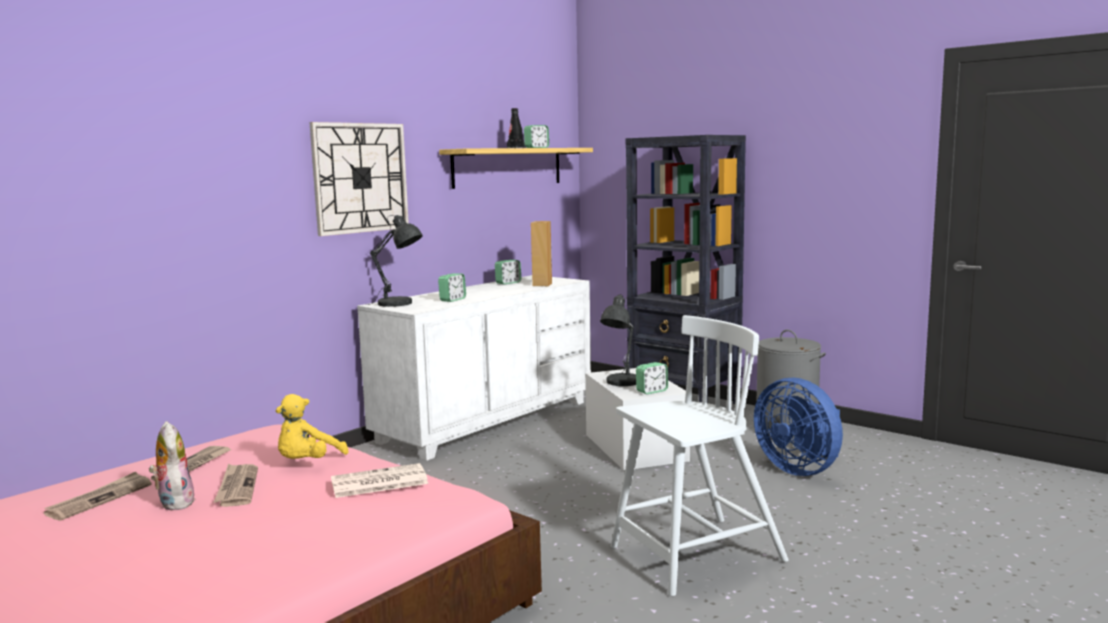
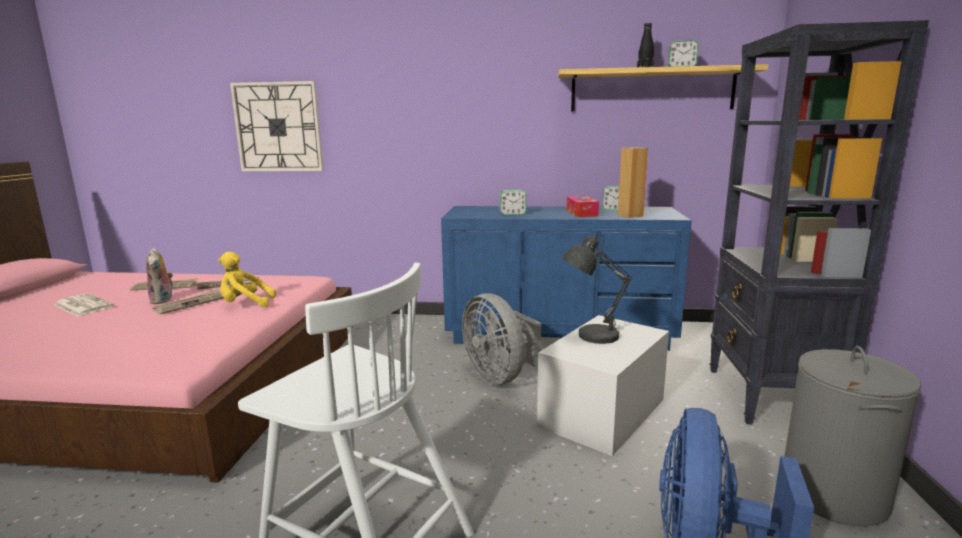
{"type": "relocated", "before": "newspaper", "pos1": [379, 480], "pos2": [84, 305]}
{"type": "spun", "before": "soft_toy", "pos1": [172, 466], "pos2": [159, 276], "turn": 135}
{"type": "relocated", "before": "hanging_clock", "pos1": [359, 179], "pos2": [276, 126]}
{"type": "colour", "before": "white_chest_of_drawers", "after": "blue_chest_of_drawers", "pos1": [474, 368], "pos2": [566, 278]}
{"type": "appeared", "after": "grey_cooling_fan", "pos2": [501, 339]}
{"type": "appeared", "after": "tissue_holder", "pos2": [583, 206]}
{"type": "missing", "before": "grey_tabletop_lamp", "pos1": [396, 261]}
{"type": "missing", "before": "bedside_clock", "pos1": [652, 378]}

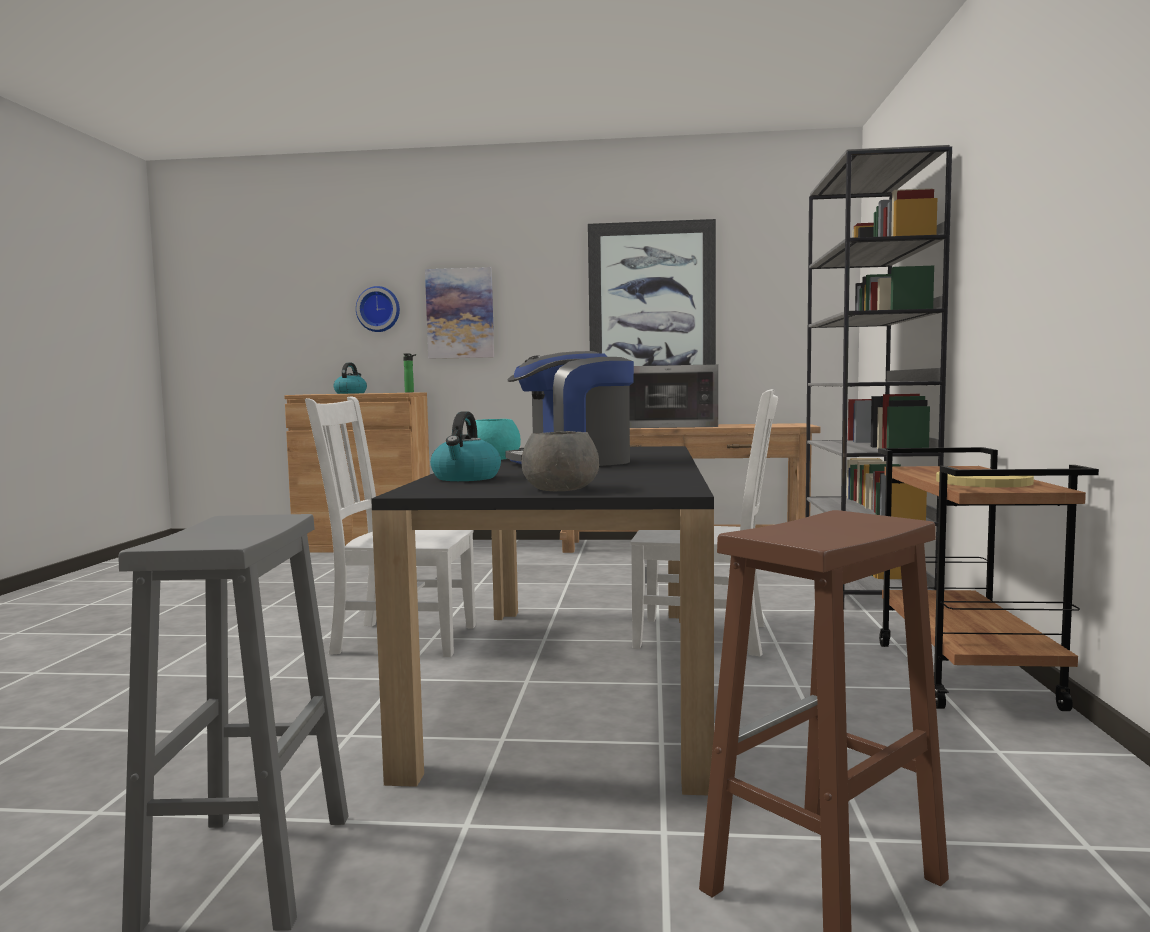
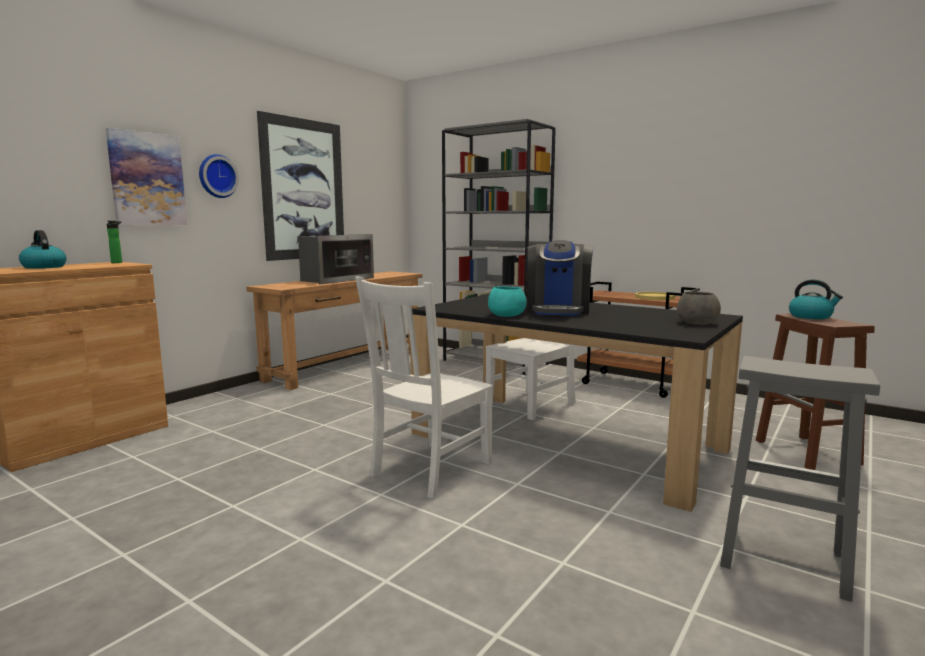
{"type": "relocated", "before": "hanging_clock", "pos1": [378, 309], "pos2": [219, 176]}
{"type": "relocated", "before": "tea_kettle", "pos1": [465, 446], "pos2": [816, 299]}

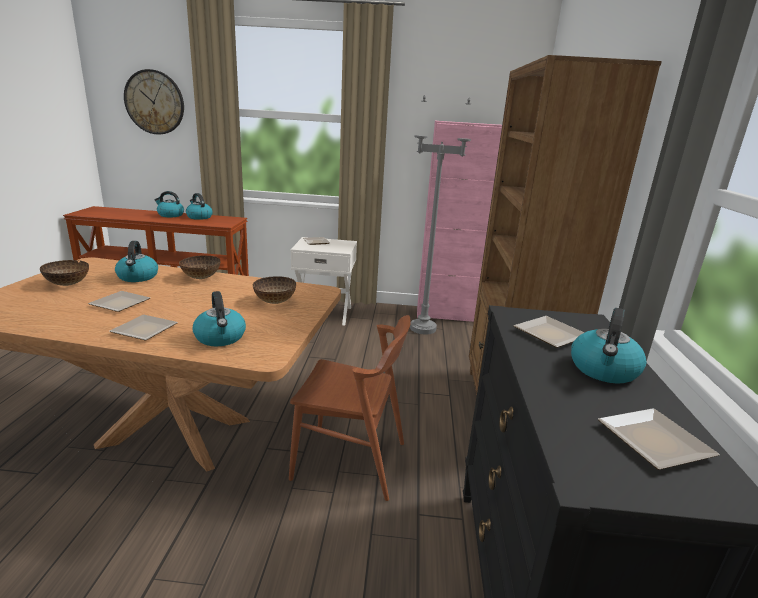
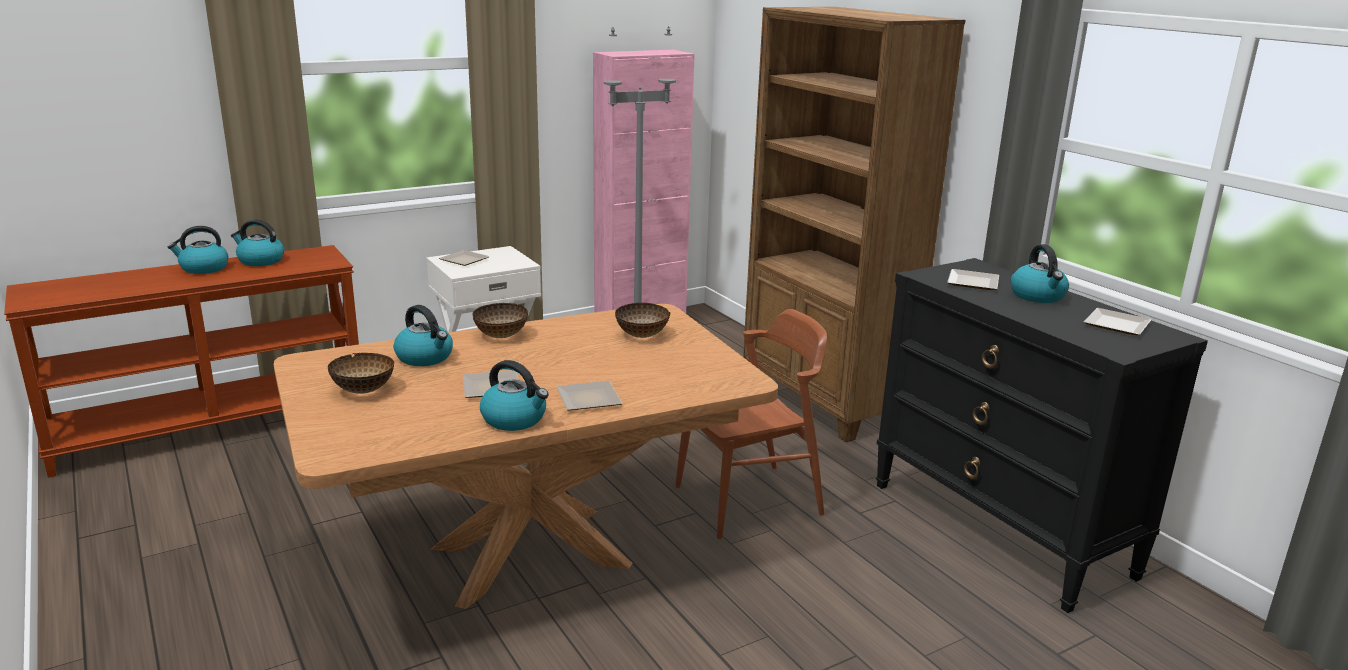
{"type": "relocated", "before": "tea_kettle", "pos1": [219, 318], "pos2": [514, 395]}
{"type": "missing", "before": "hanging_clock", "pos1": [154, 101]}

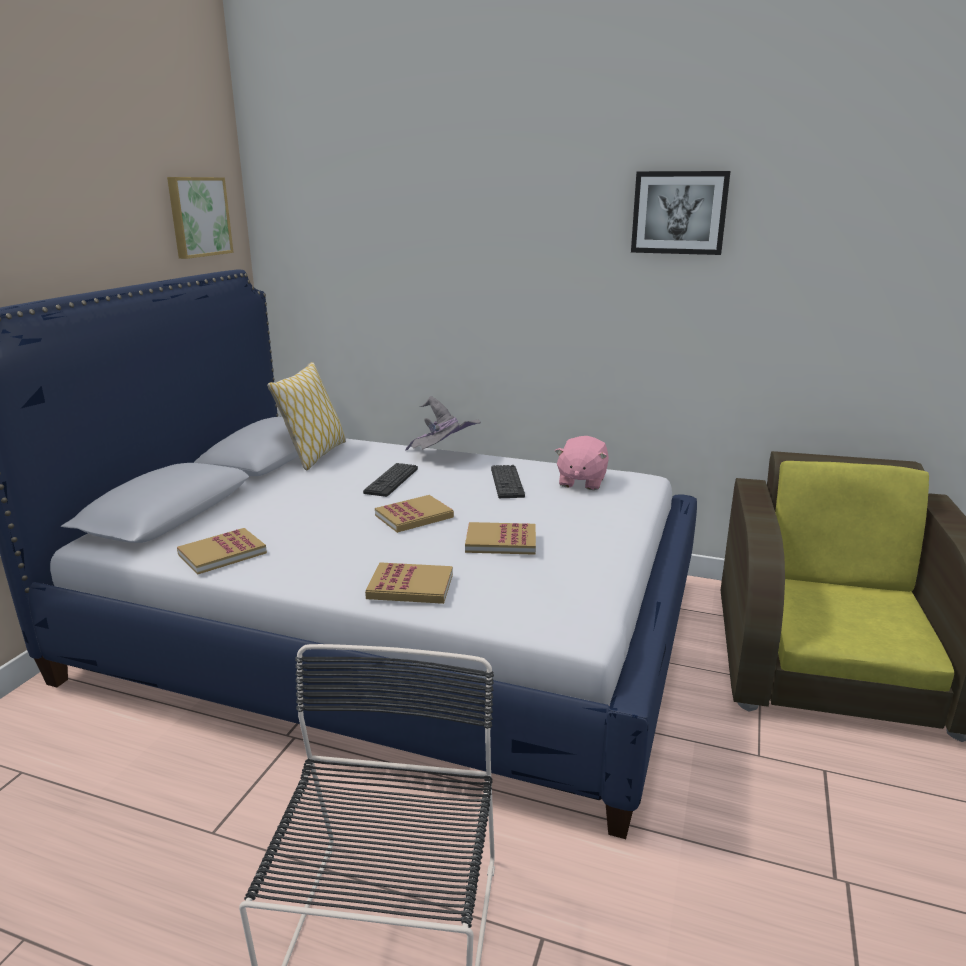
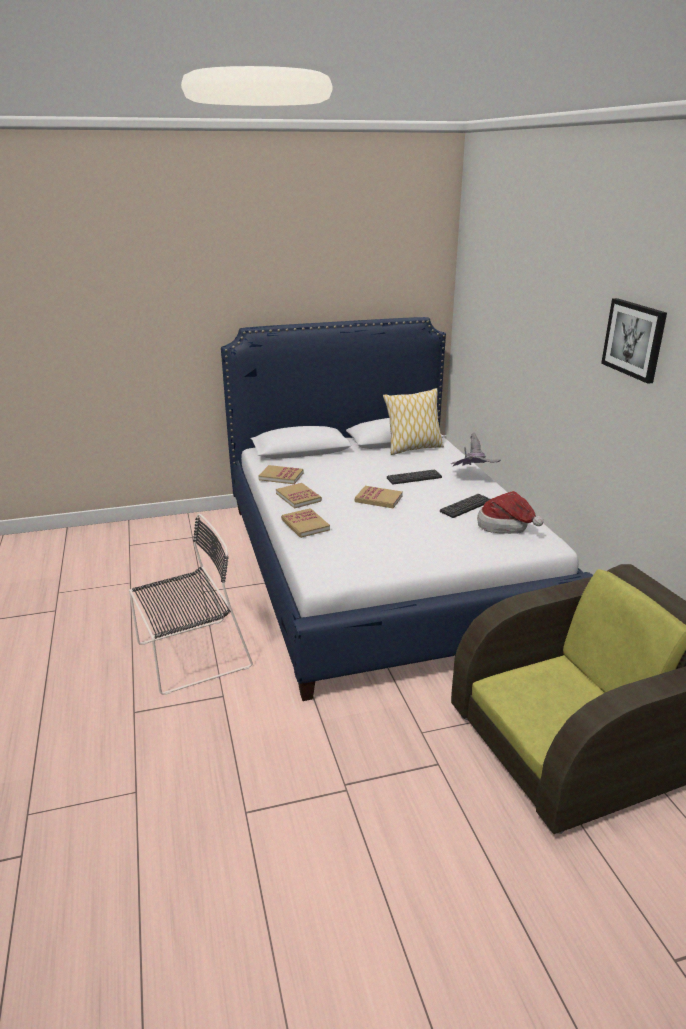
{"type": "relocated", "before": "volume", "pos1": [500, 538], "pos2": [299, 495]}
{"type": "exchanged", "before": "pink-coloured_soft_toy", "after": "wearable_hat", "pos1": [582, 463], "pos2": [510, 512]}
{"type": "missing", "before": "wall_art", "pos1": [200, 218]}

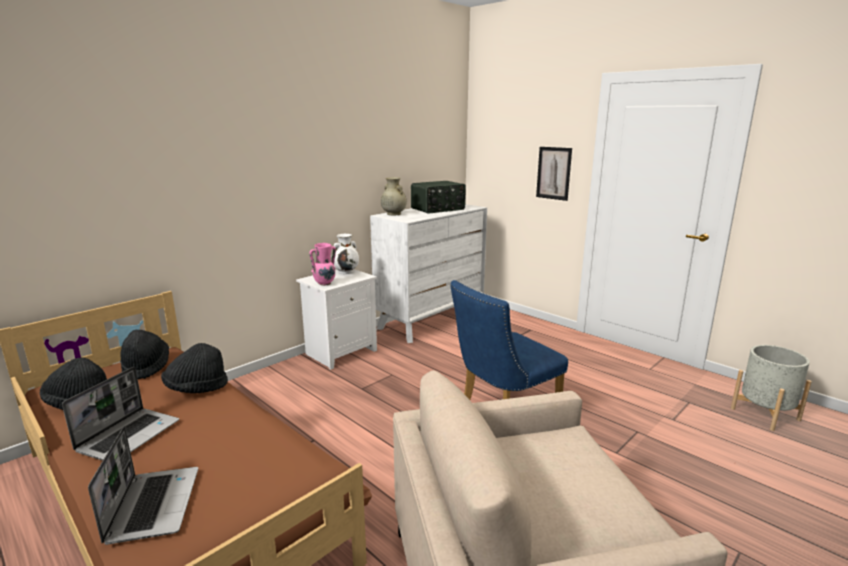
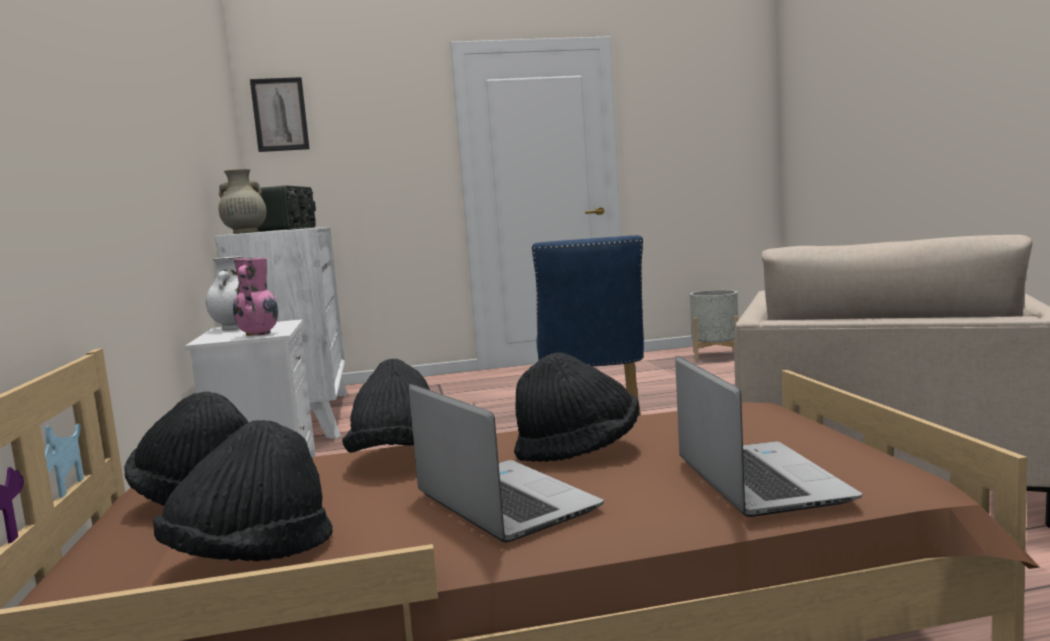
{"type": "relocated", "before": "wall_art", "pos1": [554, 174], "pos2": [280, 114]}
{"type": "appeared", "after": "black_wearable_hat", "pos2": [576, 407]}
{"type": "spun", "before": "notebook_computer", "pos1": [143, 485], "pos2": [768, 436], "turn": 60}

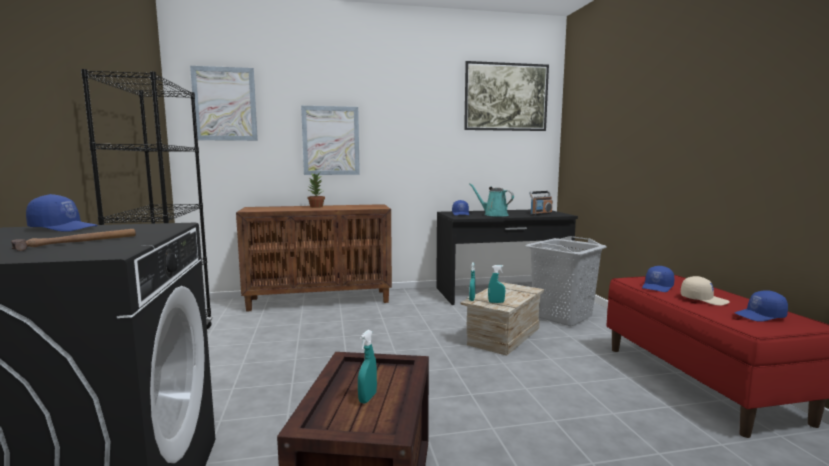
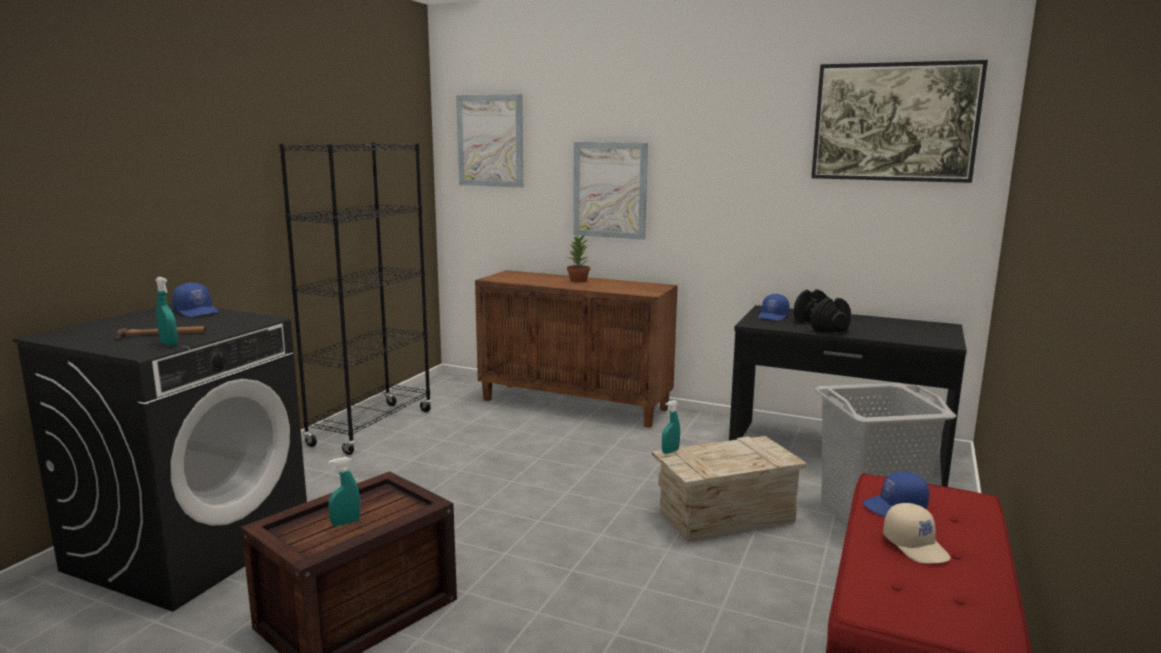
{"type": "relocated", "before": "turquoise_sprayer", "pos1": [496, 284], "pos2": [167, 311]}
{"type": "exchanged", "before": "turquoise_watering_can", "after": "black_dumbbell", "pos1": [491, 199], "pos2": [822, 311]}
{"type": "missing", "before": "radio_receiver", "pos1": [541, 203]}
{"type": "missing", "before": "blue_baseball_cap", "pos1": [761, 306]}

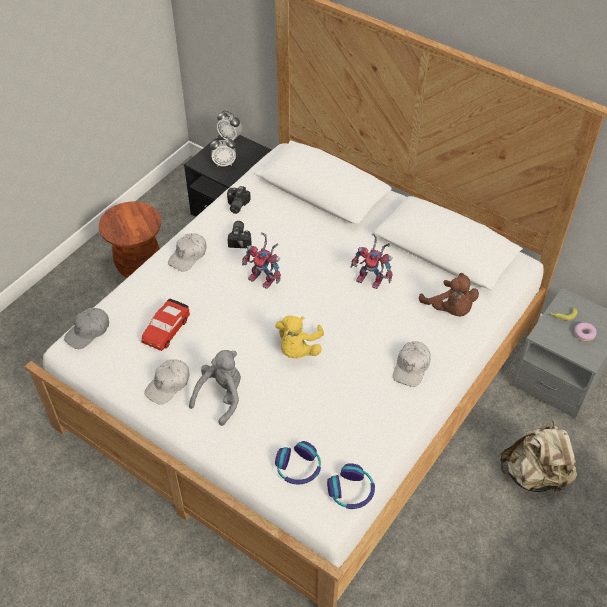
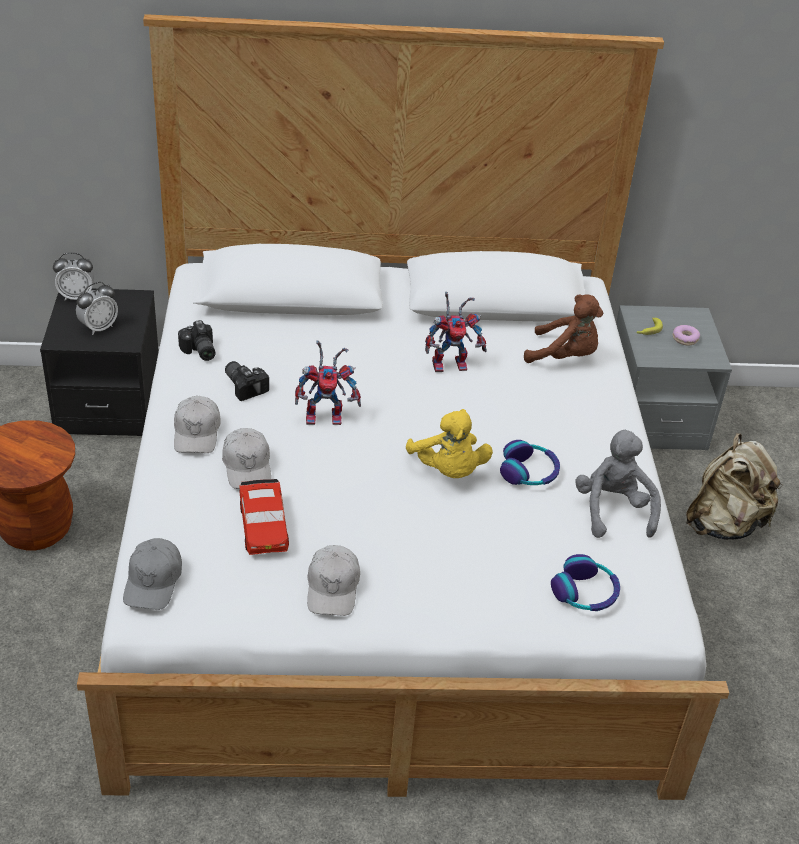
{"type": "relocated", "before": "white_baseball_cap", "pos1": [412, 364], "pos2": [246, 458]}
{"type": "relocated", "before": "pair_of_headphones", "pos1": [351, 486], "pos2": [530, 462]}
{"type": "relocated", "before": "grey_soft_toy", "pos1": [215, 388], "pos2": [618, 484]}

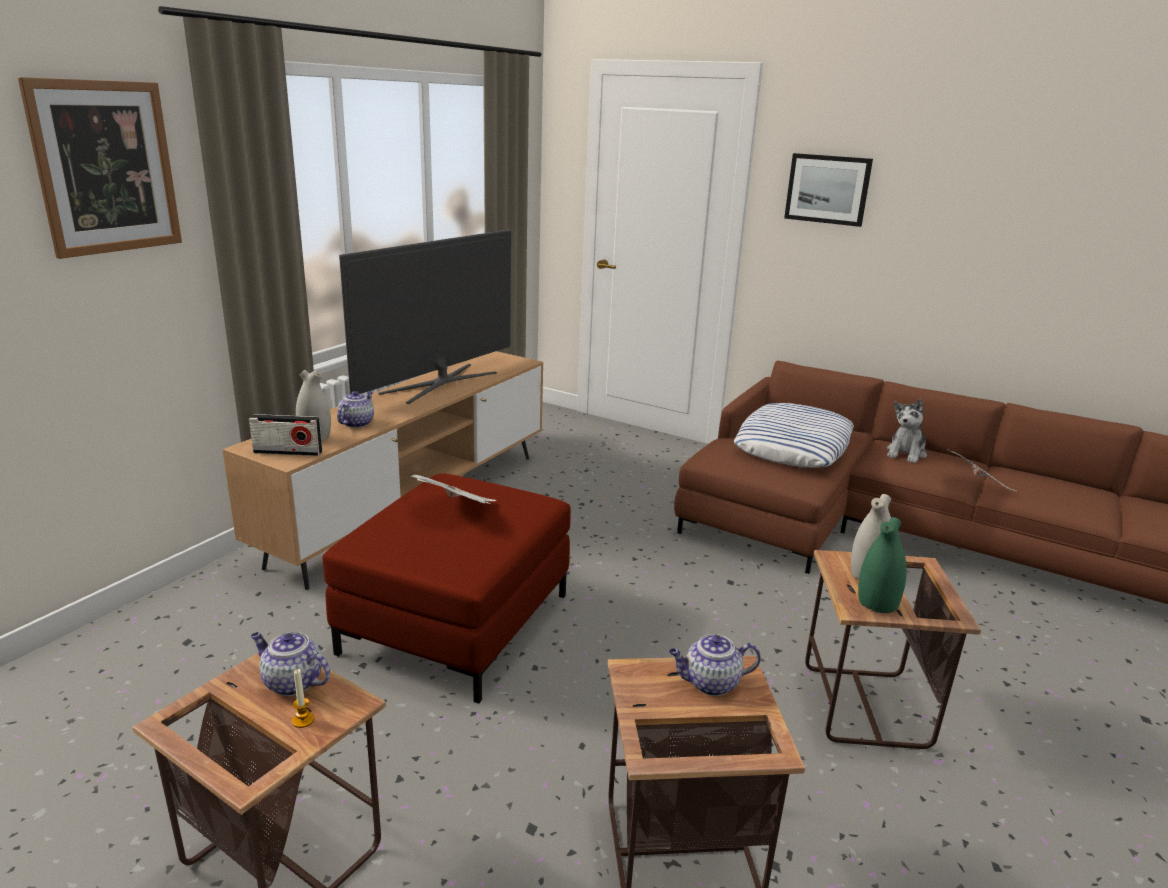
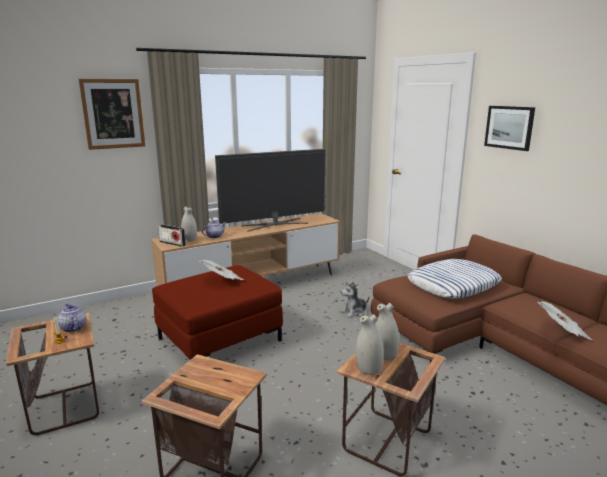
{"type": "relocated", "before": "soft_toy", "pos1": [907, 431], "pos2": [354, 299]}
{"type": "colour", "before": "green_vase", "after": "white_vase", "pos1": [882, 565], "pos2": [370, 344]}
{"type": "missing", "before": "tea_pot", "pos1": [715, 665]}

